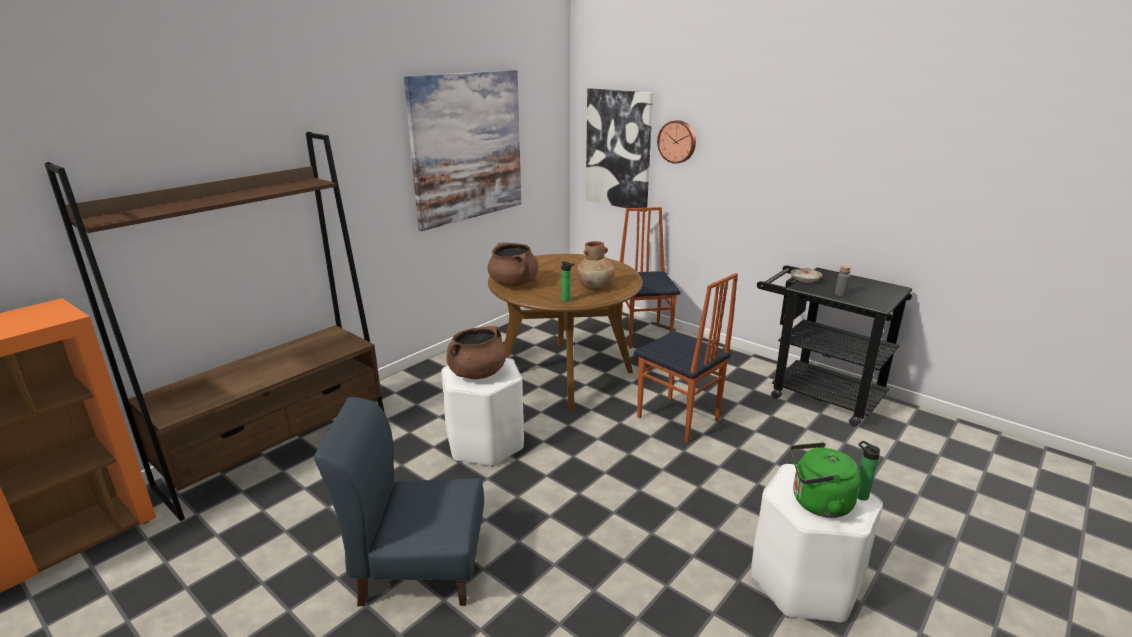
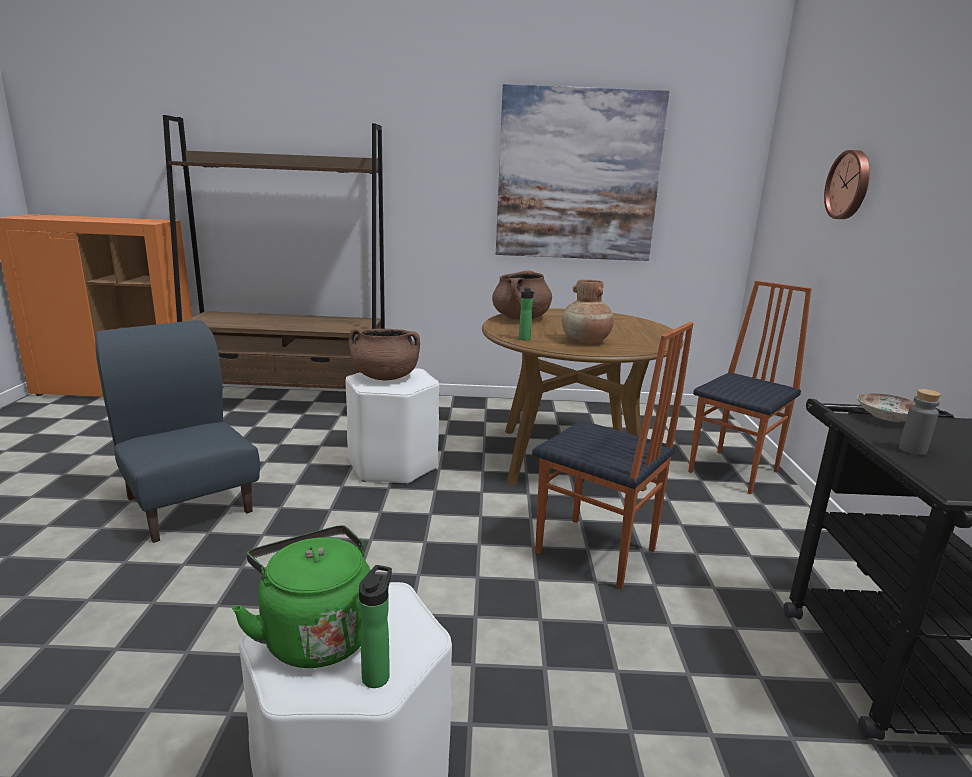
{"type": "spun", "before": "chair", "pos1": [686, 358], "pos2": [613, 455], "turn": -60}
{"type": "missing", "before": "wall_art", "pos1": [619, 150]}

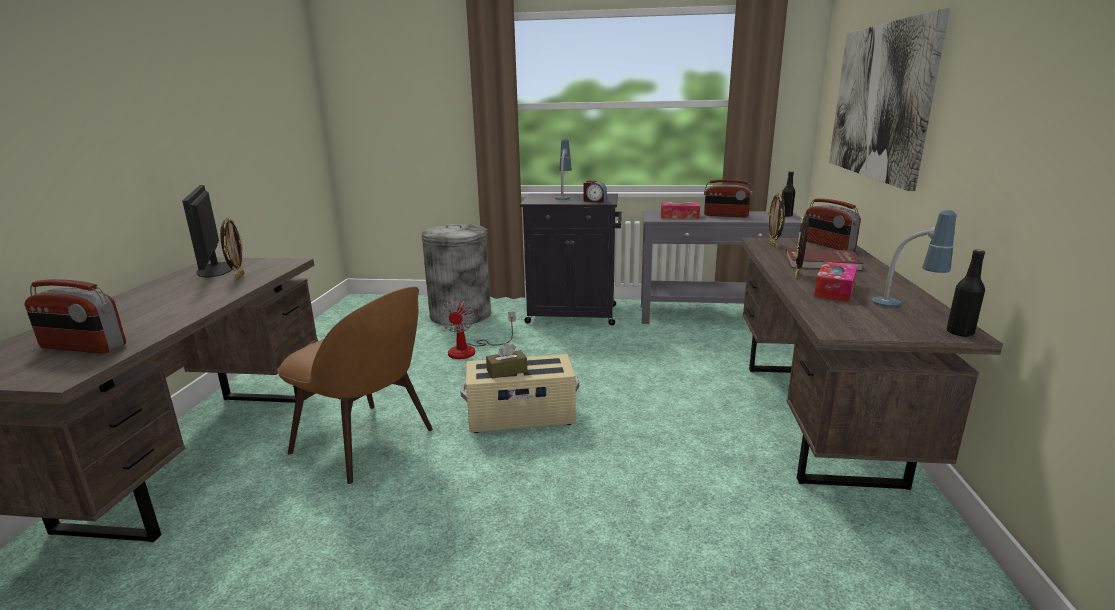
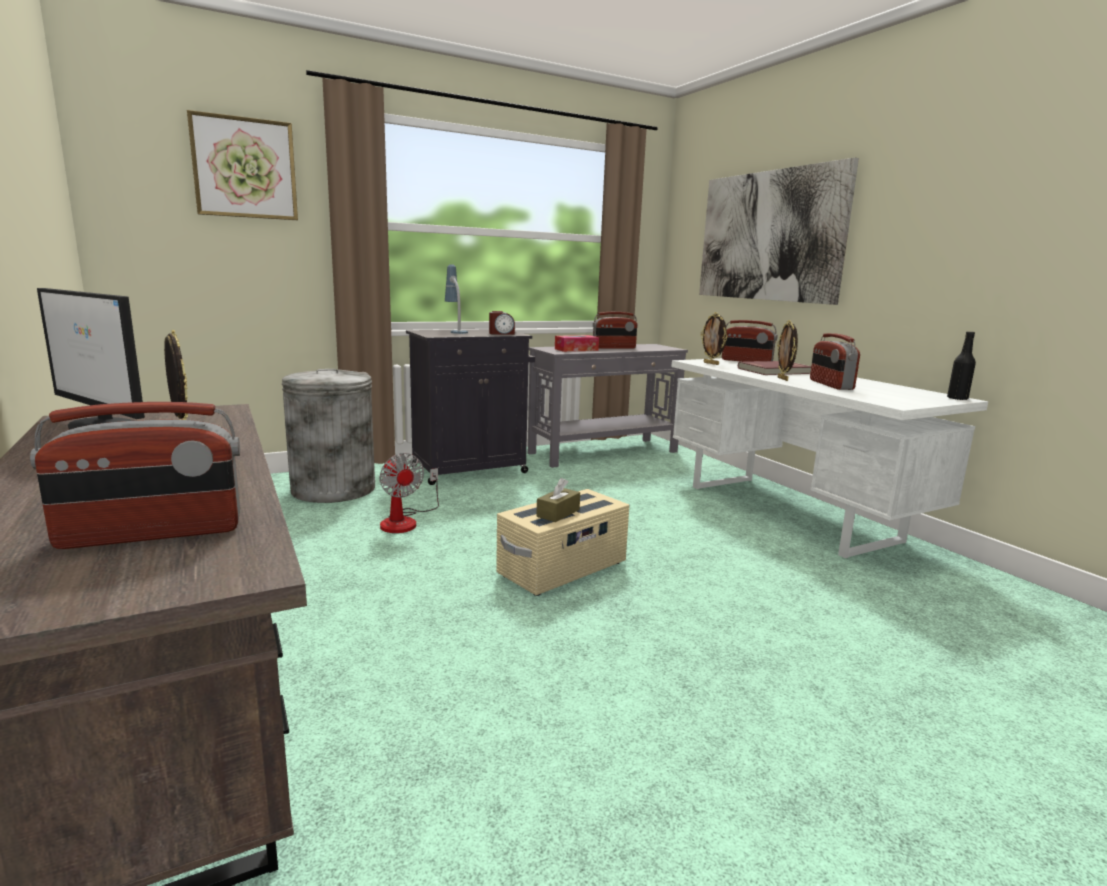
{"type": "appeared", "after": "wall_art", "pos2": [242, 165]}
{"type": "colour", "before": "brown-coloured_desk_unit", "after": "white_desk_unit", "pos1": [872, 364], "pos2": [829, 458]}
{"type": "exchanged", "before": "tissue_holder", "after": "radio_receiver", "pos1": [835, 281], "pos2": [835, 361]}
{"type": "missing", "before": "brown-coloured_chair", "pos1": [355, 385]}
{"type": "missing", "before": "black_bottle", "pos1": [788, 194]}
{"type": "missing", "before": "tabletop_lamp", "pos1": [914, 258]}

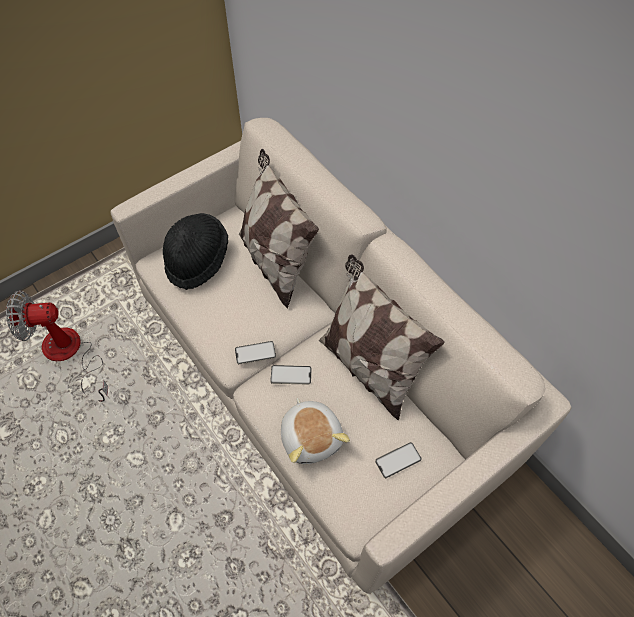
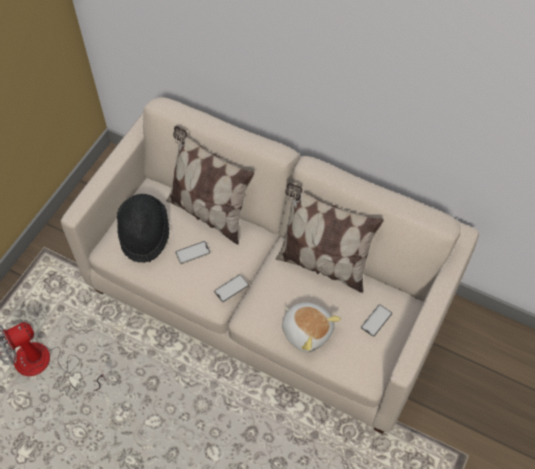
{"type": "relocated", "before": "phone", "pos1": [291, 375], "pos2": [193, 252]}

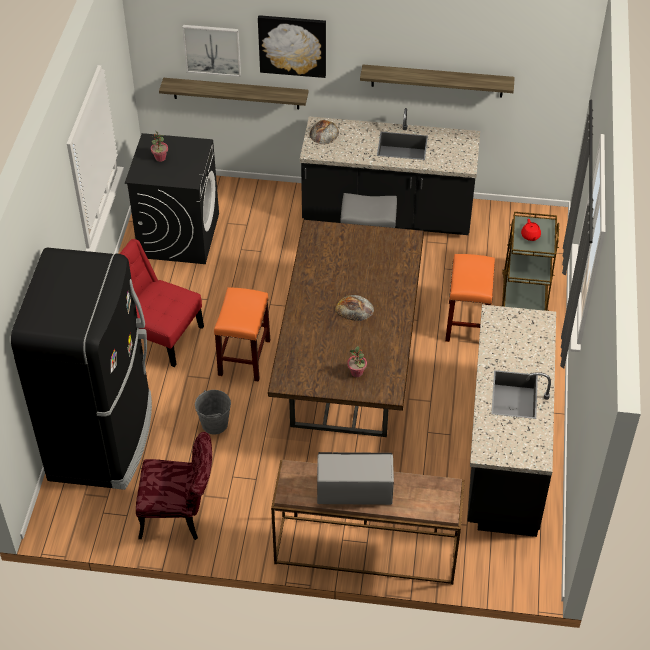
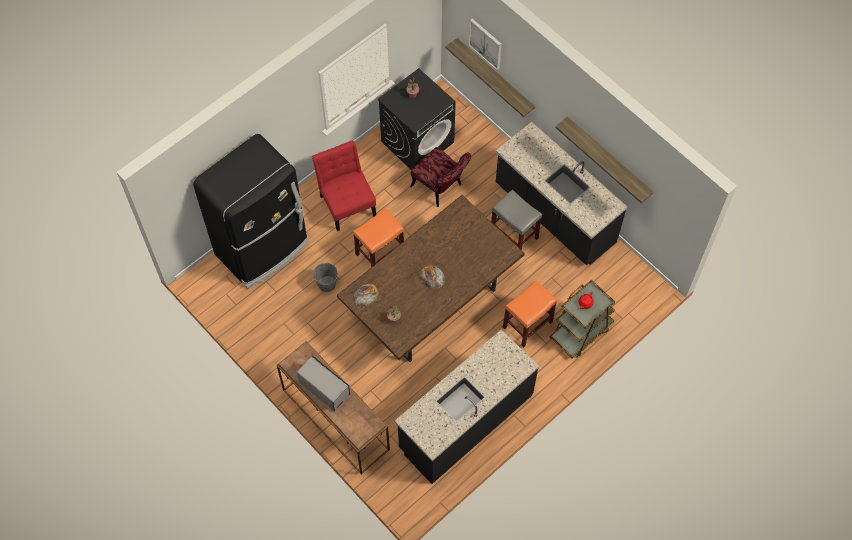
{"type": "relocated", "before": "baked_bread", "pos1": [324, 132], "pos2": [366, 295]}
{"type": "relocated", "before": "reddish_chair", "pos1": [174, 486], "pos2": [441, 177]}
{"type": "missing", "before": "wall_art", "pos1": [292, 46]}

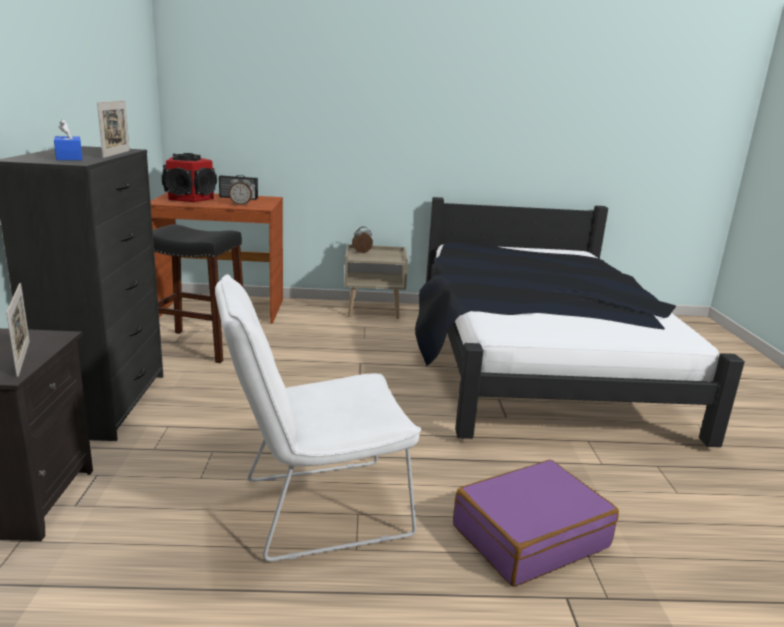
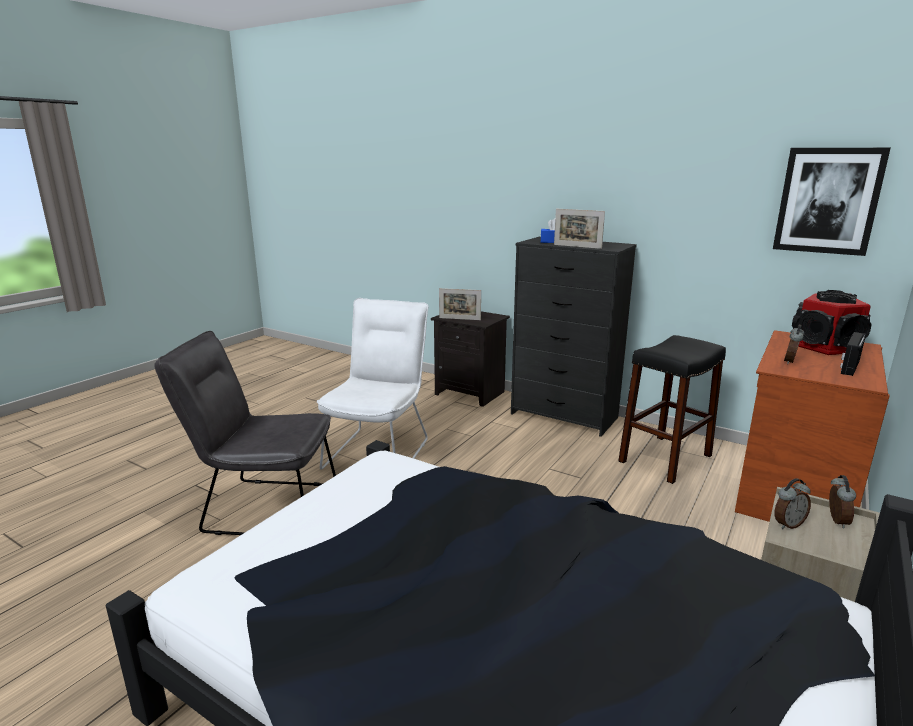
{"type": "exchanged", "before": "purplish_piece_of_luggage", "after": "grey_chair", "pos1": [536, 523], "pos2": [245, 433]}
{"type": "appeared", "after": "wall_art", "pos2": [831, 202]}
{"type": "appeared", "after": "bedside_clock", "pos2": [792, 503]}

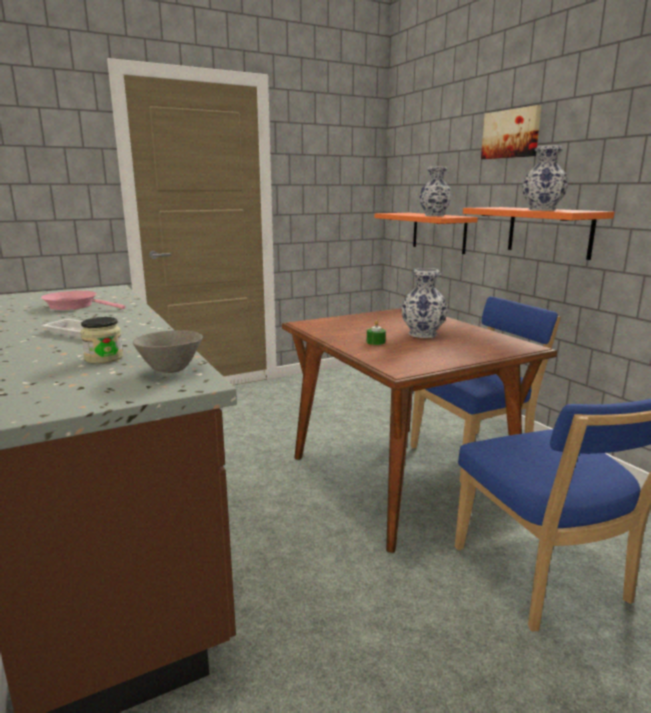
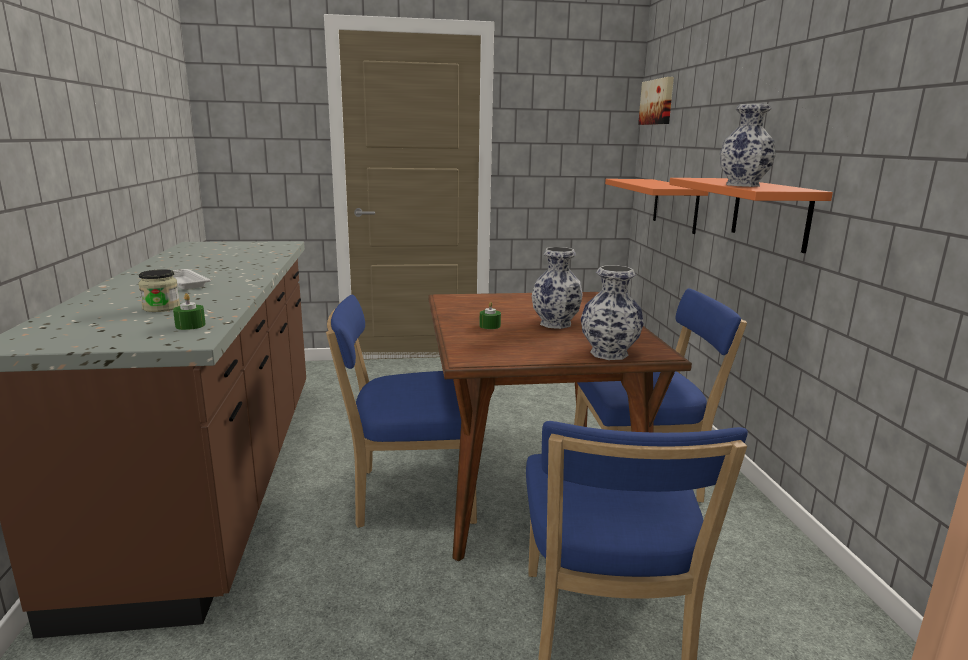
{"type": "exchanged", "before": "grey_bowl", "after": "green_wax_candle", "pos1": [168, 351], "pos2": [189, 311]}
{"type": "appeared", "after": "blue_chair", "pos2": [401, 411]}
{"type": "relocated", "before": "vase", "pos1": [435, 191], "pos2": [612, 312]}
{"type": "relocated", "before": "wall_art", "pos1": [511, 132], "pos2": [656, 101]}
{"type": "missing", "before": "pink-coloured_pan", "pos1": [83, 300]}

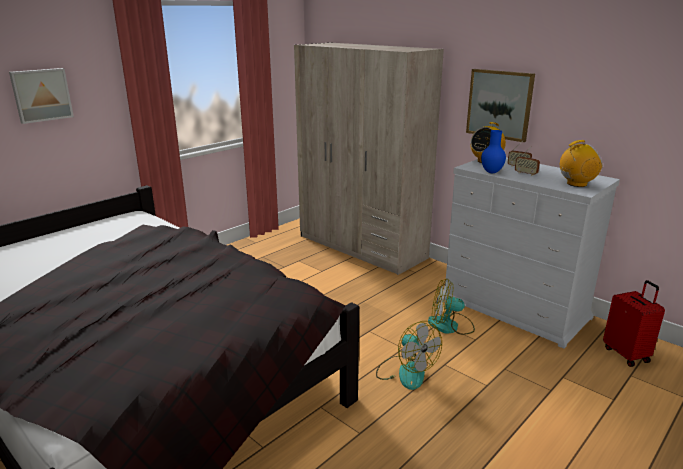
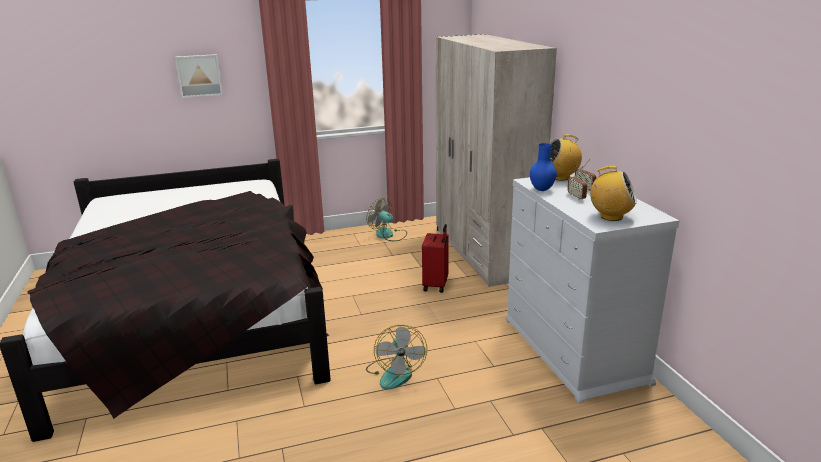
{"type": "relocated", "before": "cooling_fan", "pos1": [451, 307], "pos2": [387, 219]}
{"type": "relocated", "before": "reddish_piece_of_luggage", "pos1": [634, 323], "pos2": [435, 258]}
{"type": "missing", "before": "wall_art", "pos1": [500, 105]}

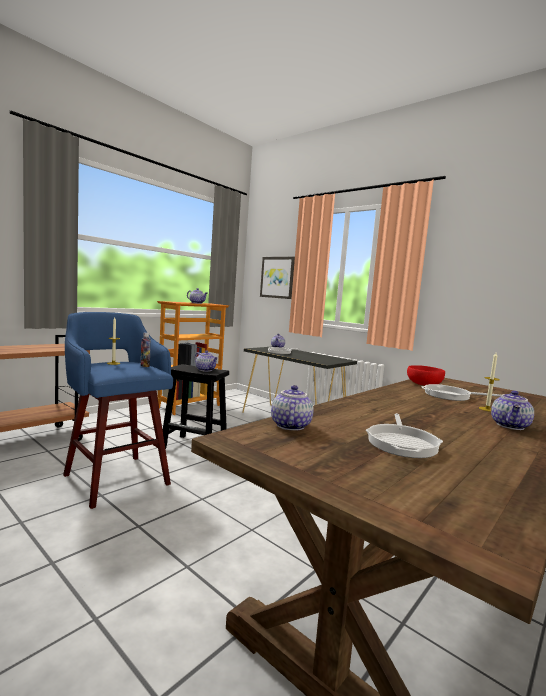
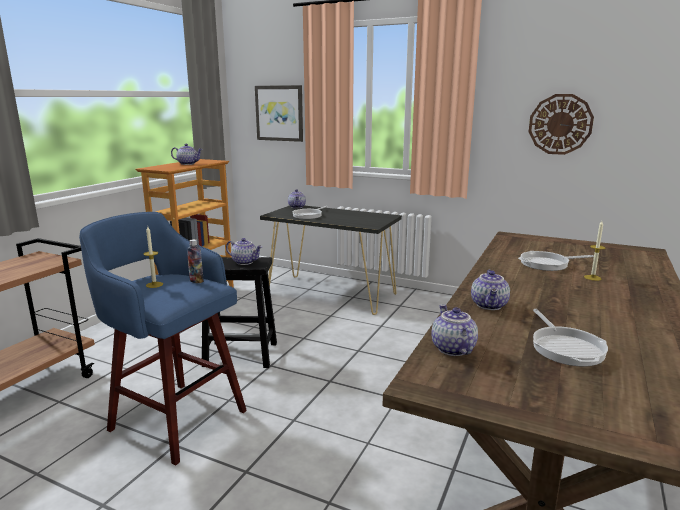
{"type": "relocated", "before": "tea_pot", "pos1": [512, 410], "pos2": [490, 289]}
{"type": "appeared", "after": "hanging_clock", "pos2": [561, 124]}
{"type": "missing", "before": "reddish_bowl", "pos1": [426, 375]}

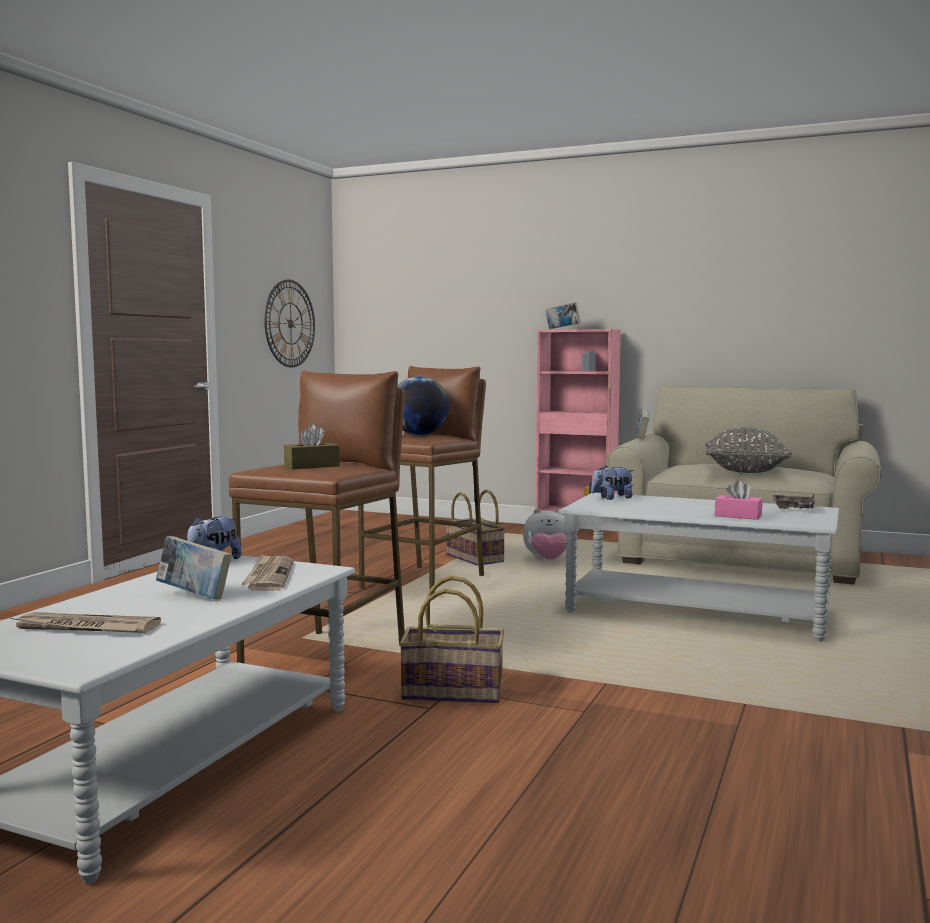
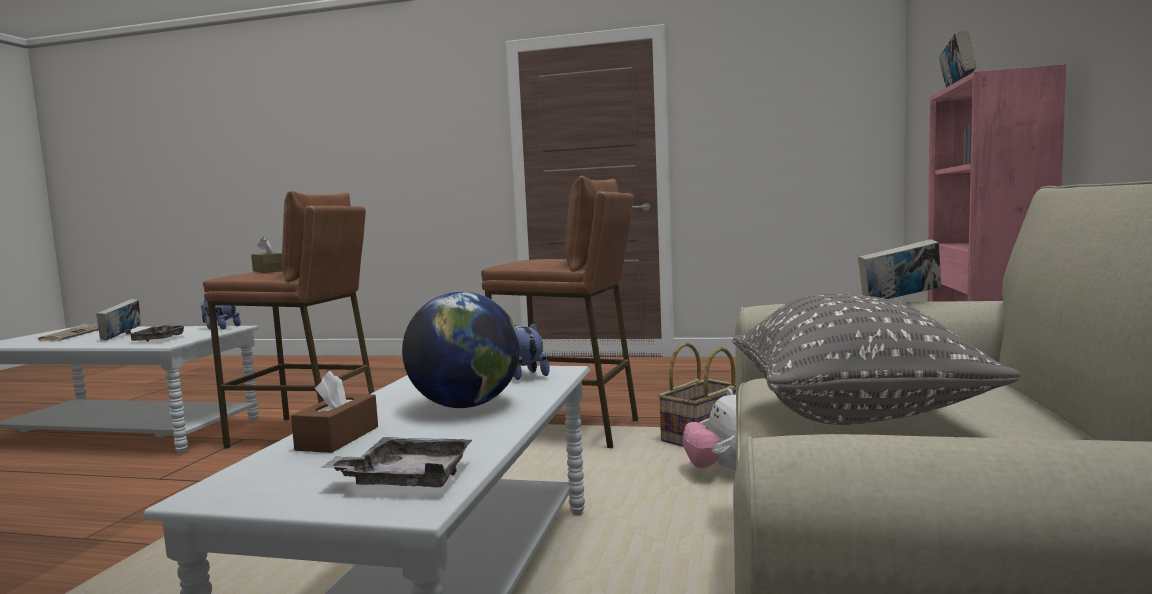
{"type": "exchanged", "before": "newspaper", "after": "grey_carrying_tray", "pos1": [267, 572], "pos2": [156, 333]}
{"type": "colour", "before": "pink-coloured_tissue_holder", "after": "brown-coloured_tissue_holder", "pos1": [738, 500], "pos2": [334, 412]}
{"type": "relocated", "before": "world_globe", "pos1": [423, 406], "pos2": [461, 350]}
{"type": "missing", "before": "hanging_clock", "pos1": [289, 323]}
{"type": "missing", "before": "household_basket", "pos1": [451, 639]}

